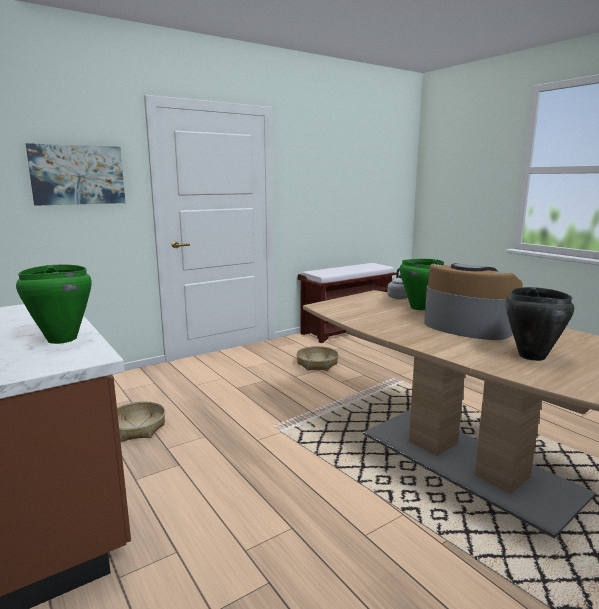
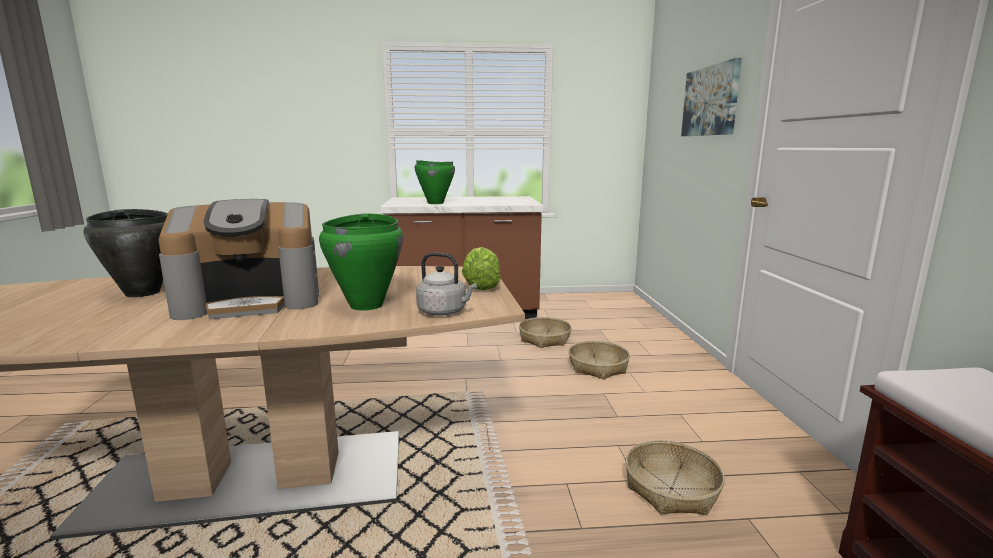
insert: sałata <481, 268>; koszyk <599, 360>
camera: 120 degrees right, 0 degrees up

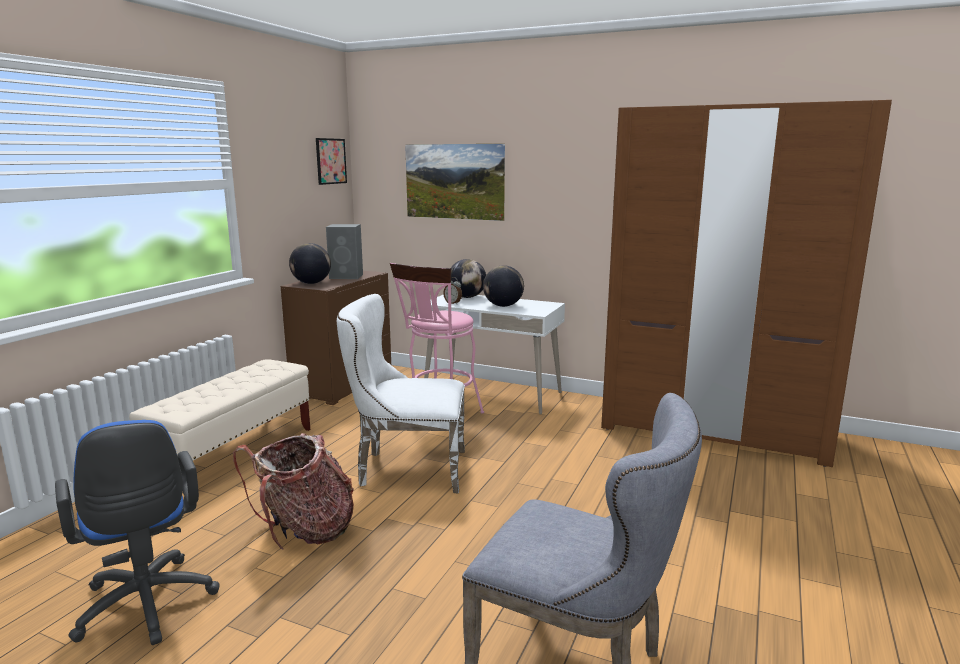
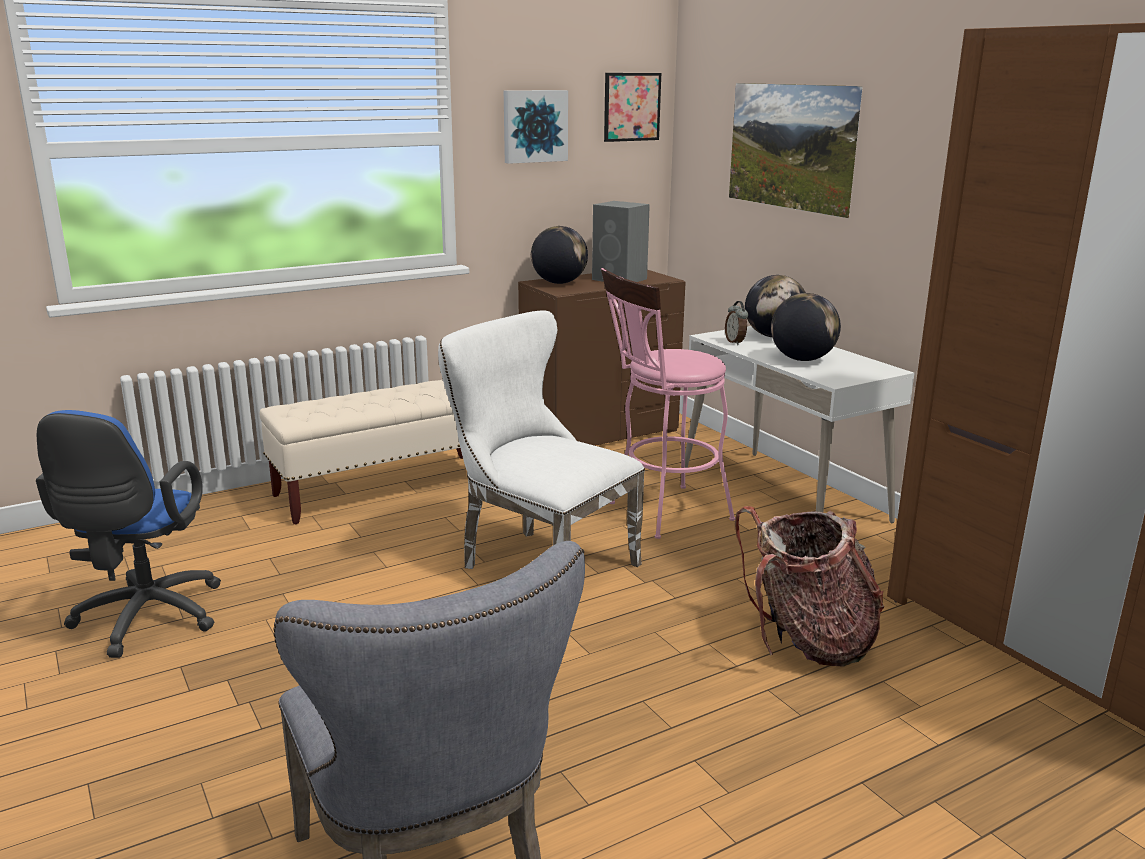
insert: obraz <536, 127>
move: plecak <293, 491> to <809, 586>
camera: 35 degrees right, 5 degrees up

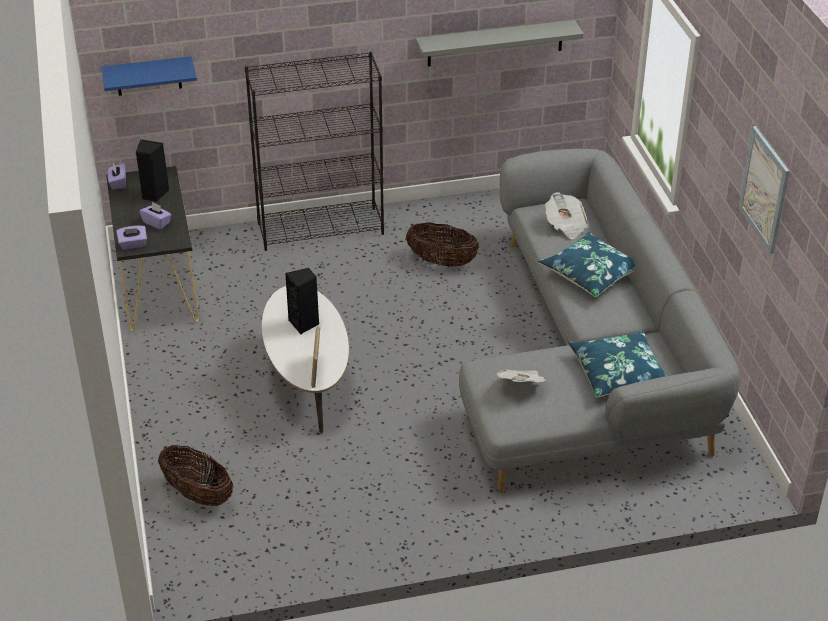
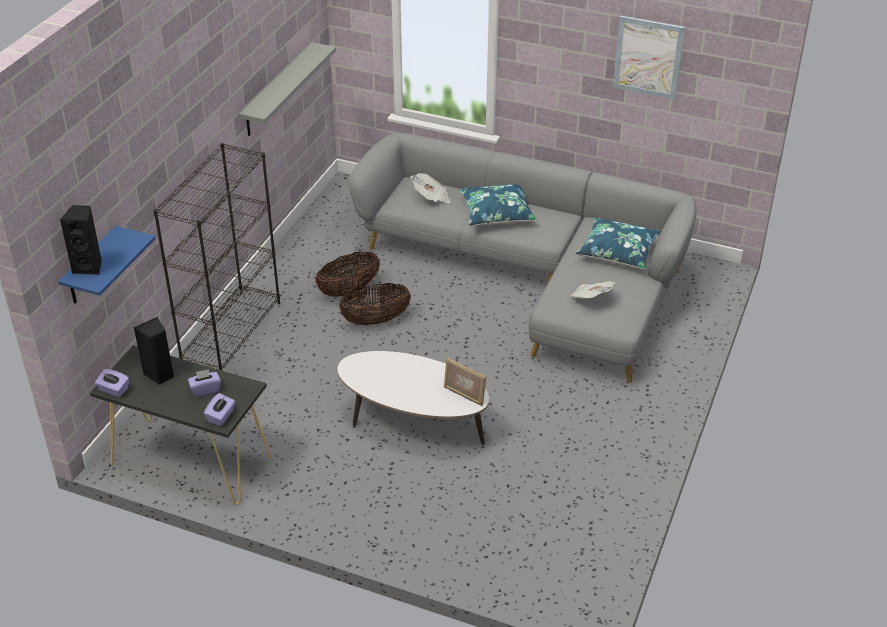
move: koszyk <195, 475> to <375, 304>; głośnik/czarny <302, 301> to <81, 240>
camera: 55 degrees left, 0 degrees up

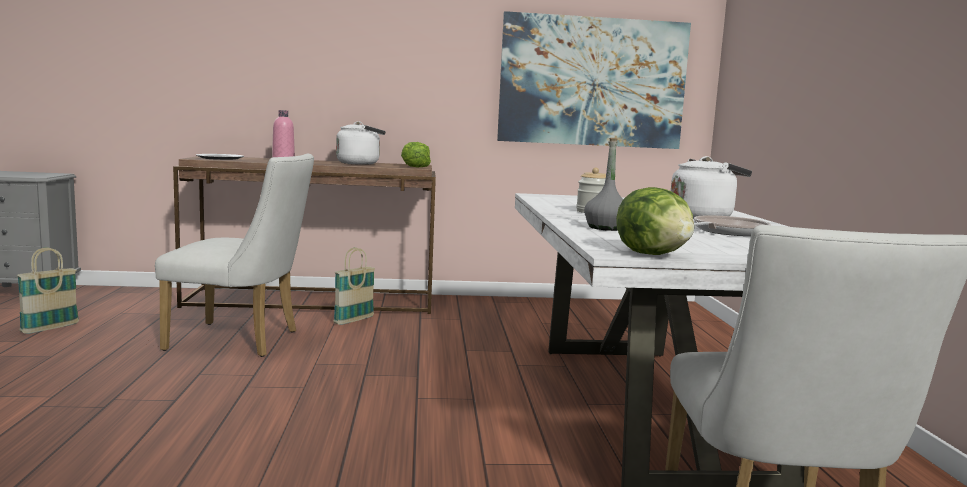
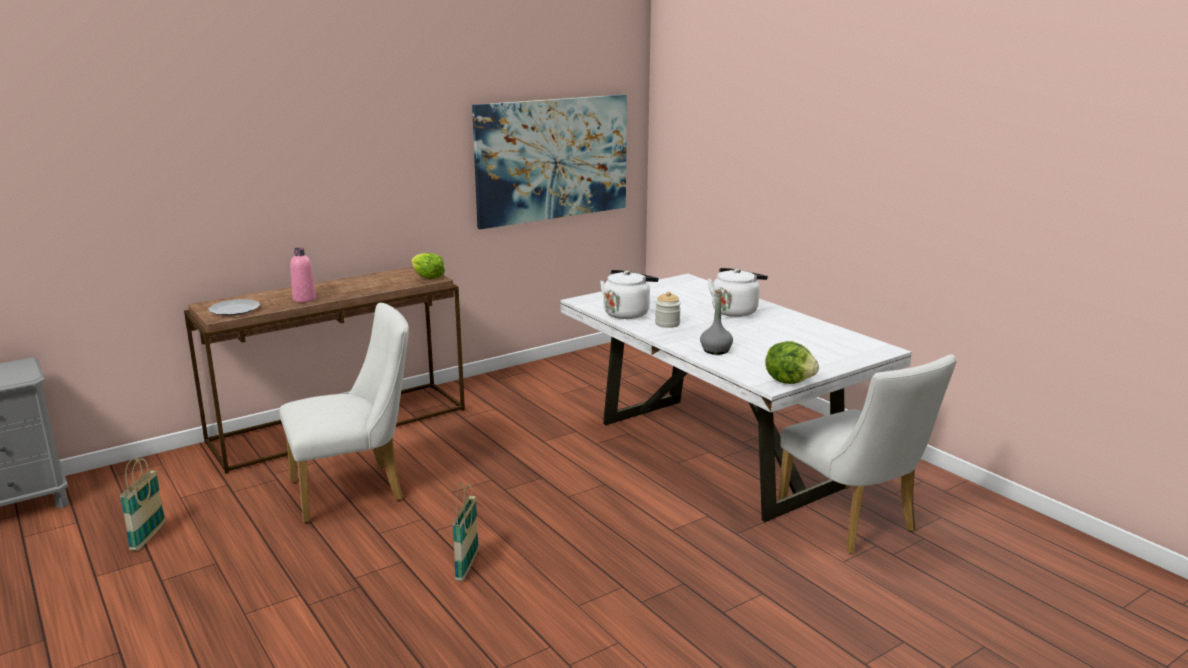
delete: patelnia <732, 225>
move: koszyk <354, 286> to <465, 532>; czajnik/biały <361, 143> to <629, 294>
camera: 30 degrees left, 10 degrees up

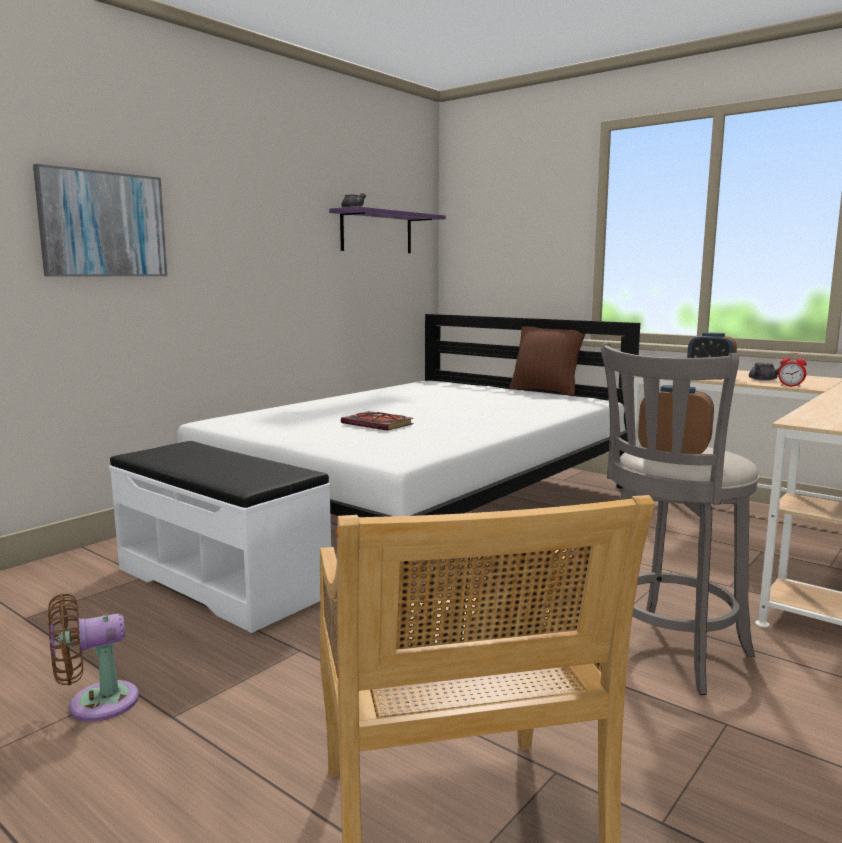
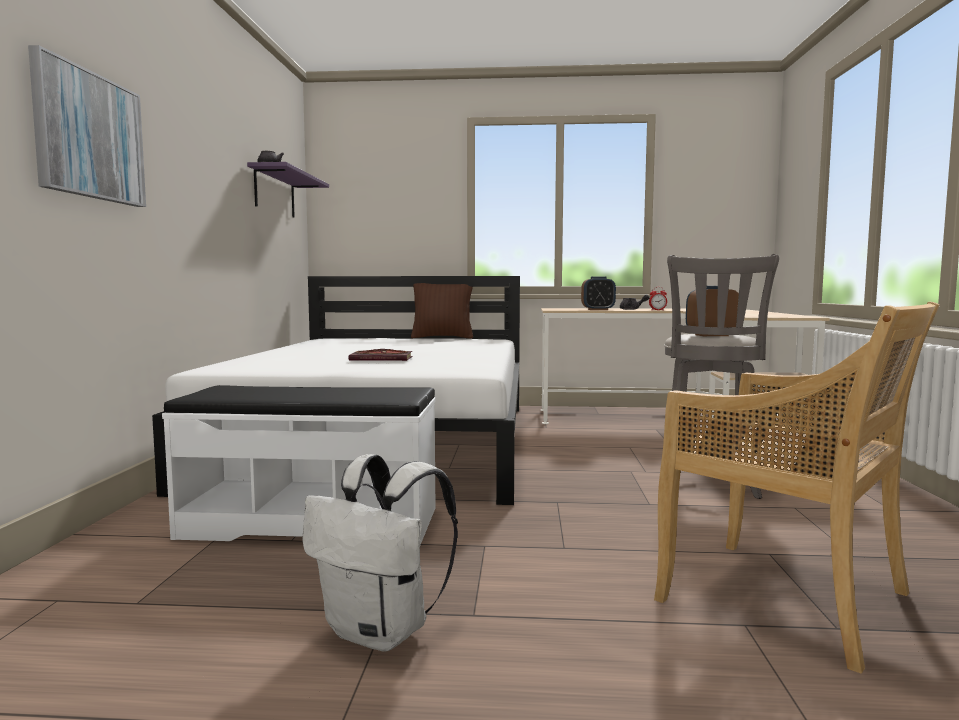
replace: wentylator/brązowy <93, 657> to plecak/biały <380, 553>
camera: 35 degrees left, 5 degrees down

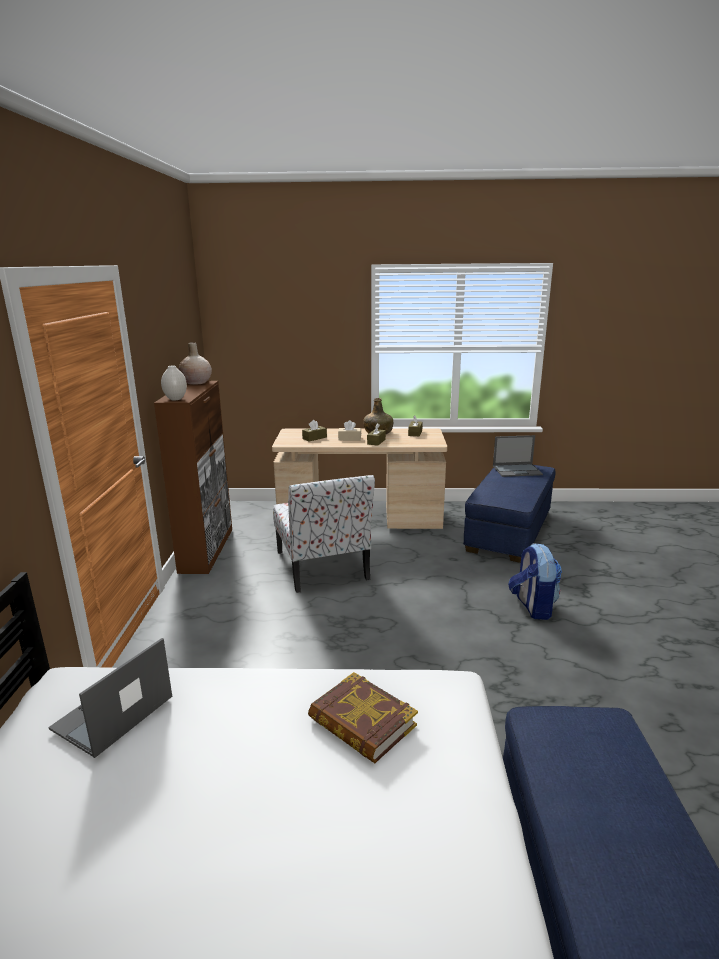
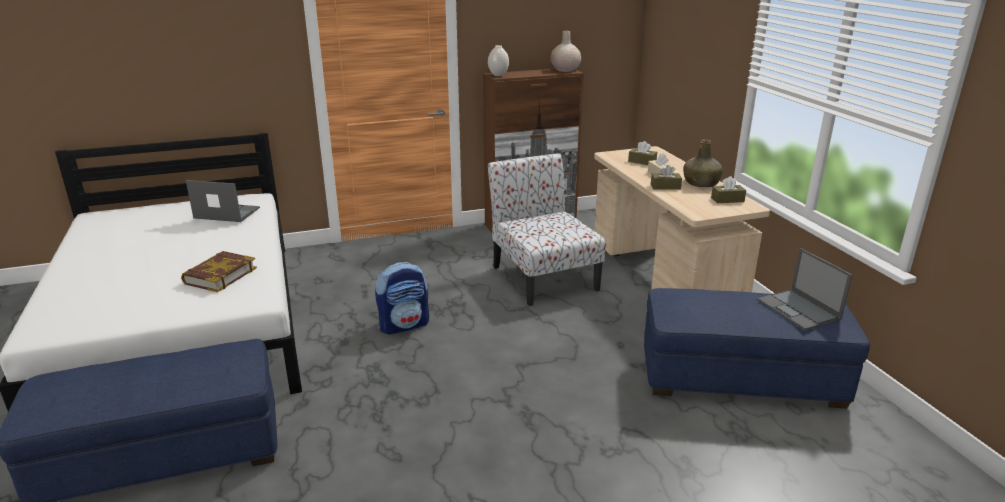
move: plecak <535, 581> to <402, 298>
rotate: krzesło <324, 534> = <547, 229> 105 degrees clockwise
camera: 70 degrees right, 5 degrees up

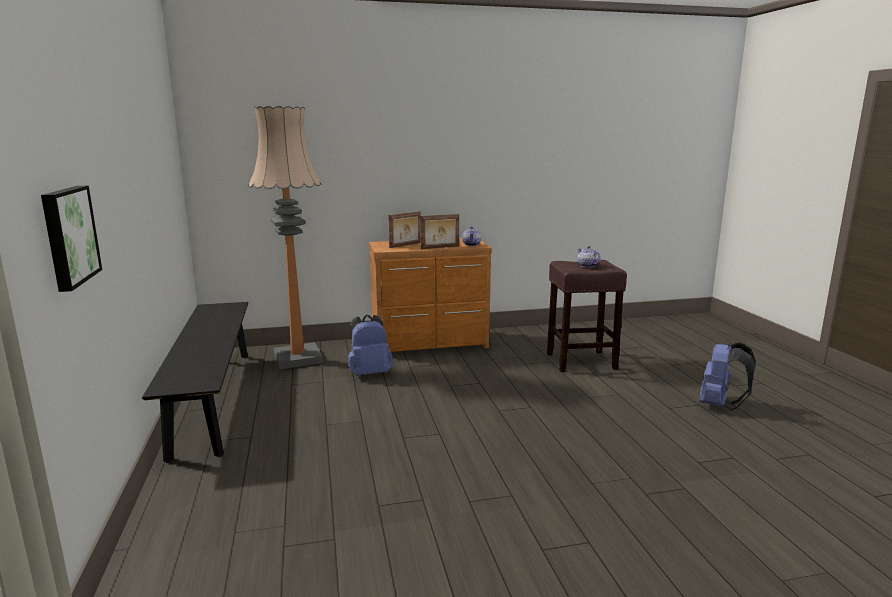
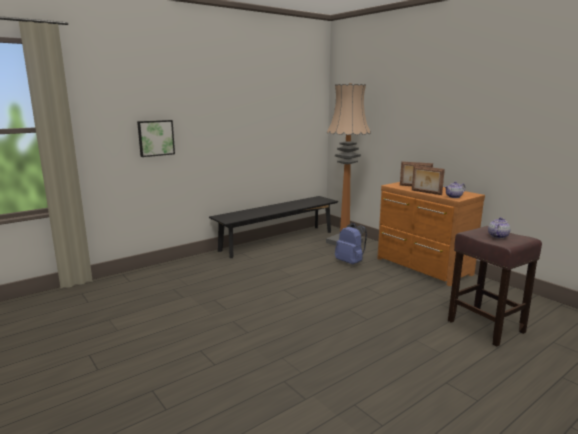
delete: plecak/niebieski <727, 376>
camera: 65 degrees right, 0 degrees up

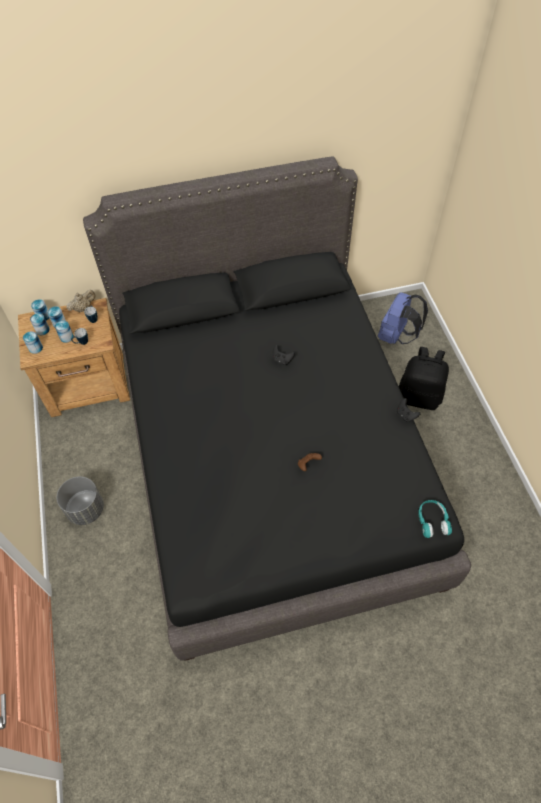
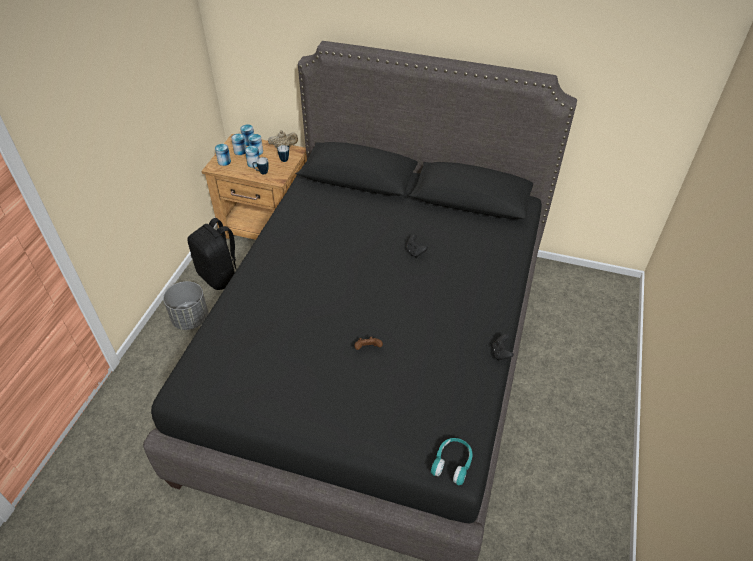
delete: plecak/niebieski <403, 318>
move: plecak/czarny <424, 378> to <212, 254>
camera: 30 degrees right, 10 degrees down

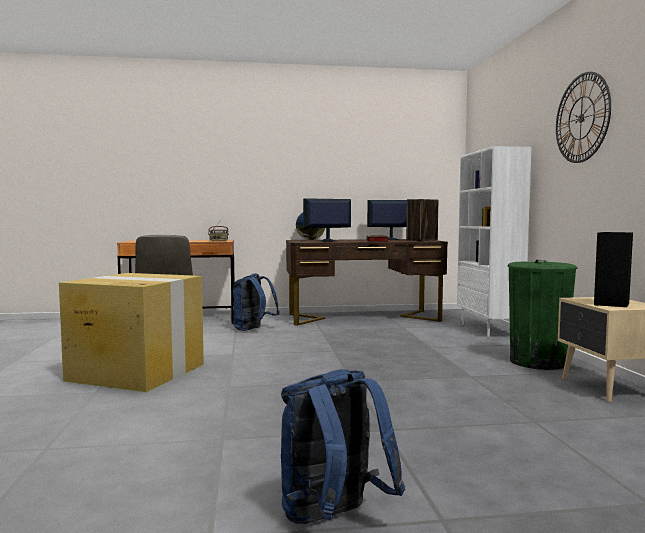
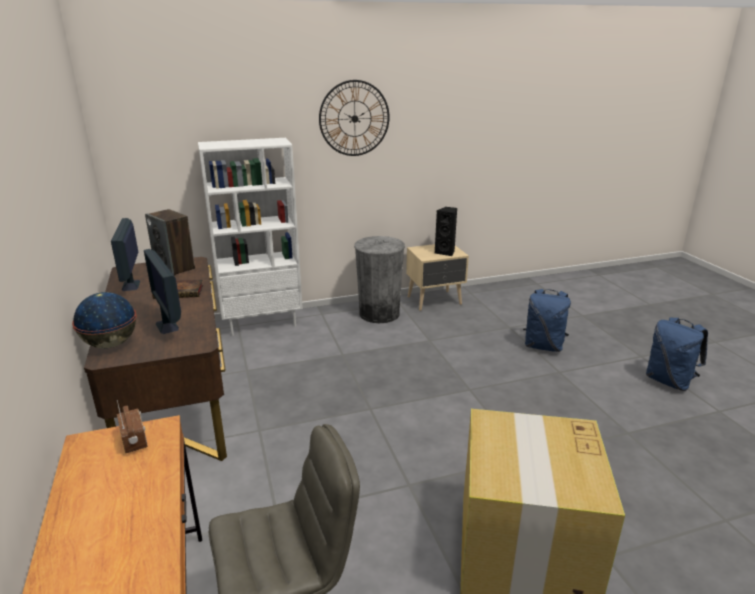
move: plecak/niebieski <256, 302> to <547, 320>
recolor: kosz na śmieci/zielony <542, 315> to kosz na śmieci/szary <379, 279>
camera: 100 degrees left, 20 degrees up

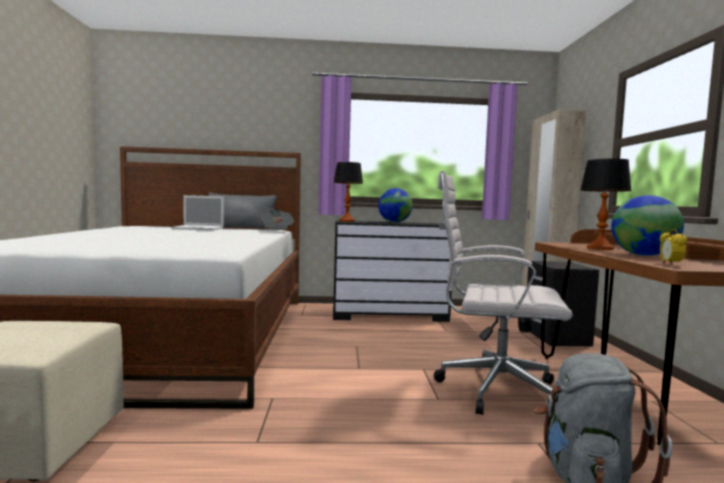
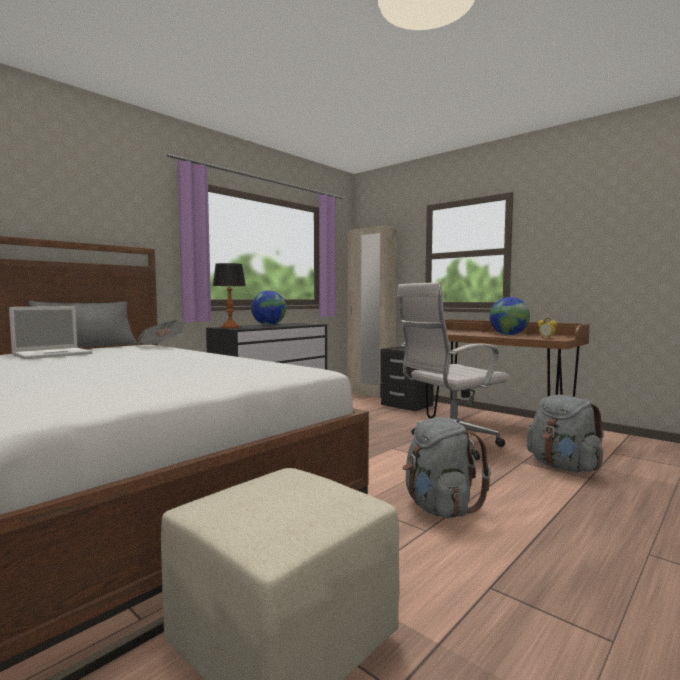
delete: lampa stołowa <606, 204>
insert: plecak/szary <447, 467>
camera: 45 degrees left, 0 degrees up

